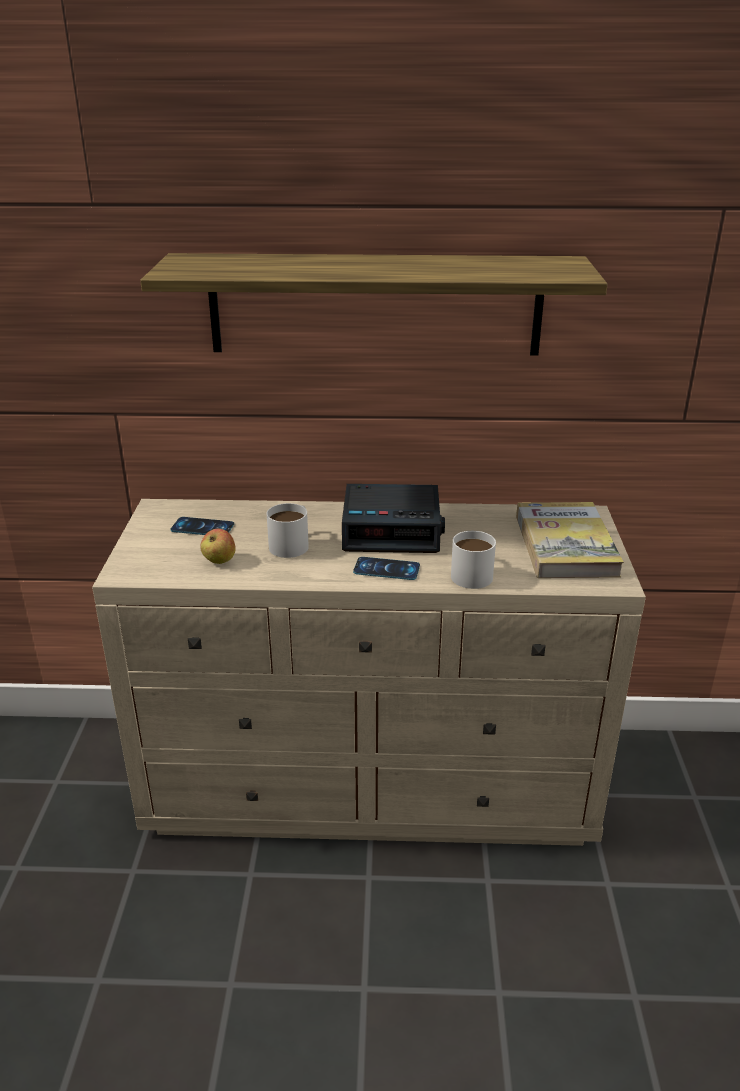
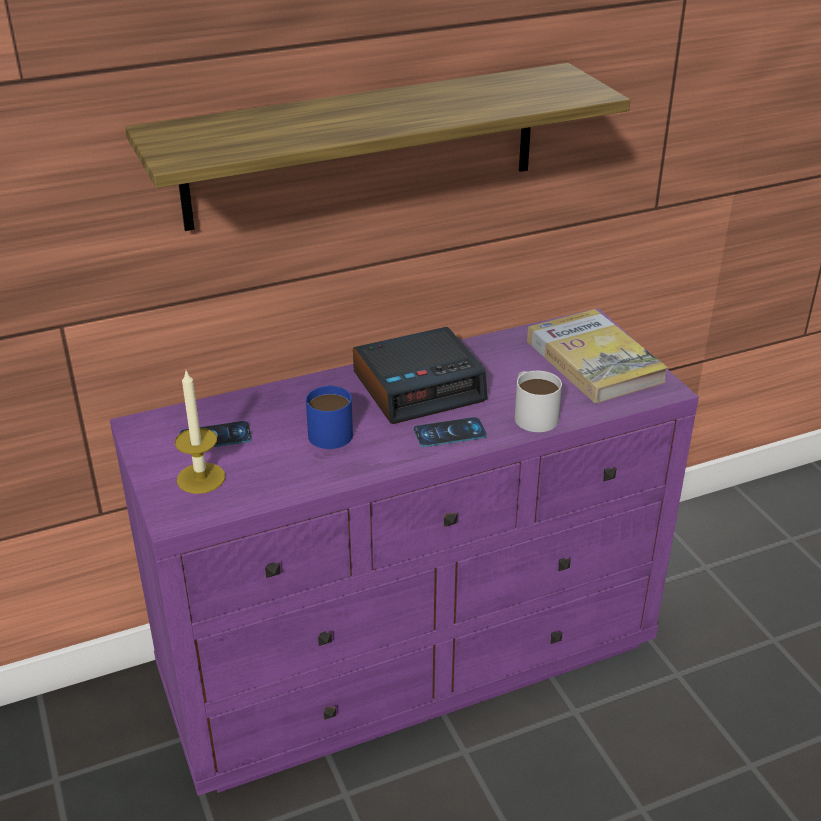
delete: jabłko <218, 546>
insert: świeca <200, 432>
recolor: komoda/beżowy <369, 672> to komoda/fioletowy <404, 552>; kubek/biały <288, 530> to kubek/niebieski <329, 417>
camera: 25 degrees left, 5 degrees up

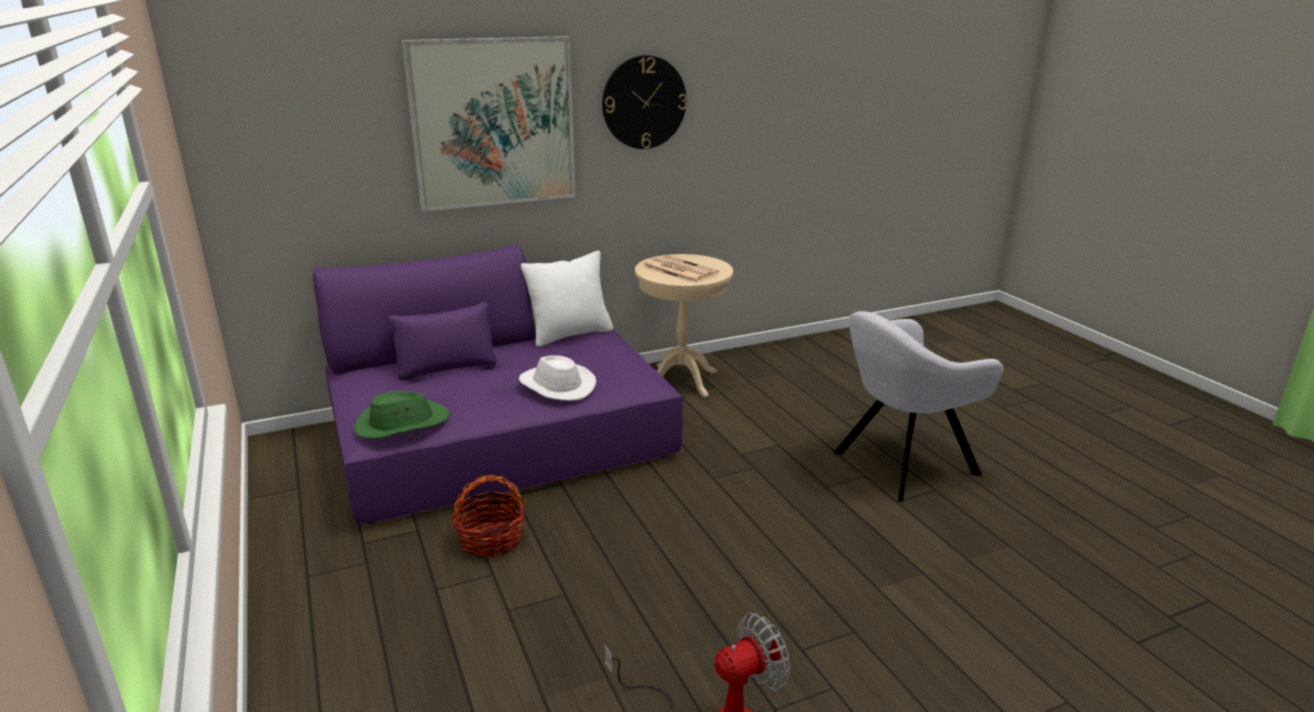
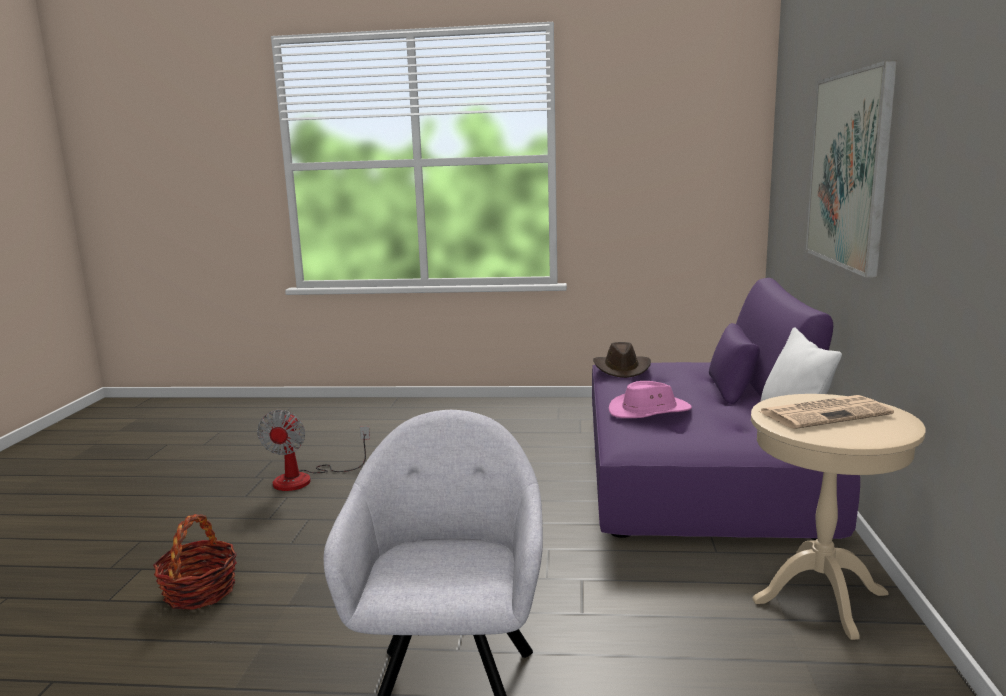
delete: zegar ścienny <644, 102>
move: koszyk <488, 516> to <195, 562>
recolor: kapelusz/zielony <402, 415> to kapelusz/brązowy <622, 360>; kapelusz/biały <557, 378> to kapelusz/różowy <650, 399>
camera: 120 degrees right, 10 degrees down

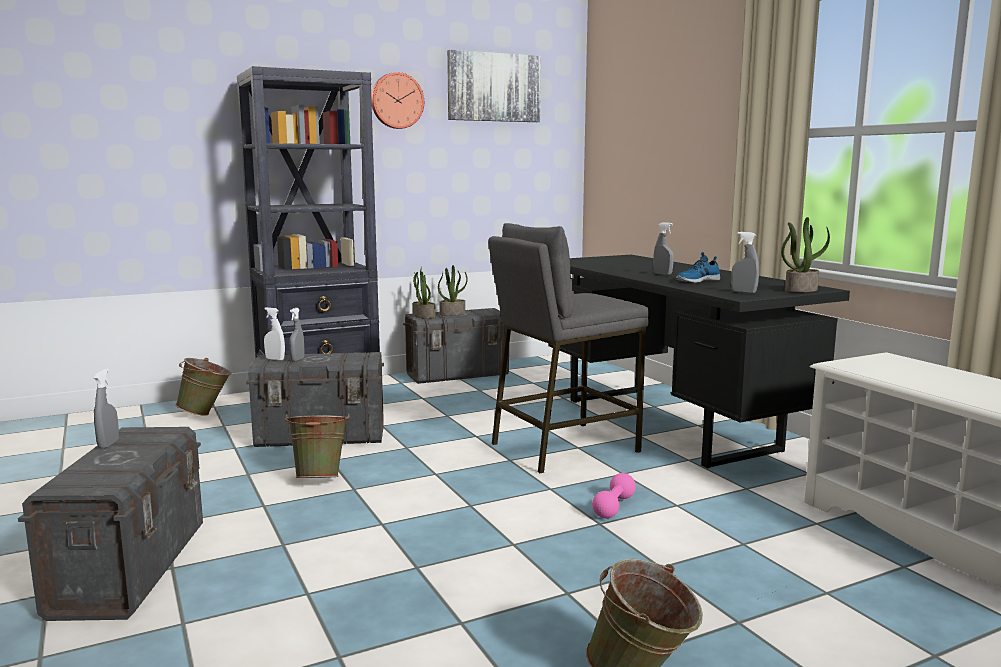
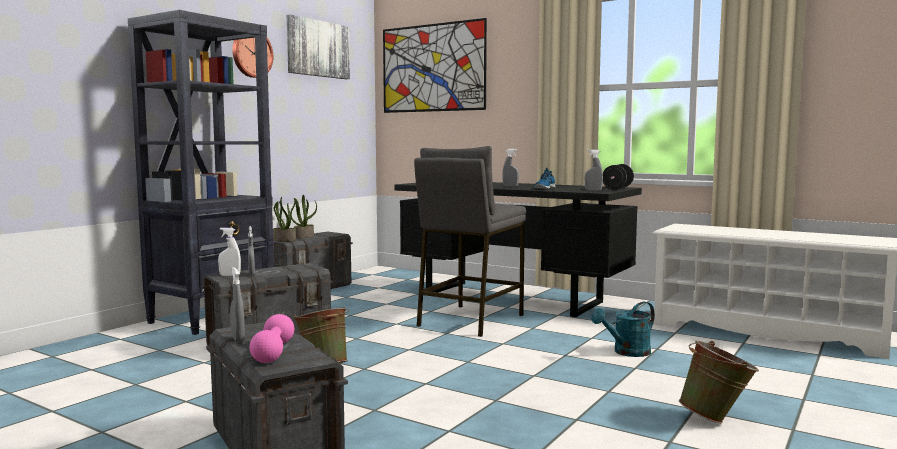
delete: wiadro/zielony <203, 386>
insert: obraz <435, 65>; konewka/turkusowy <623, 329>
move: hantel/różowy <614, 496> to <271, 338>
replace: roślina doniczkowa <805, 255> to hantel/czarny <618, 177>
camera: 30 degrees left, 5 degrees down

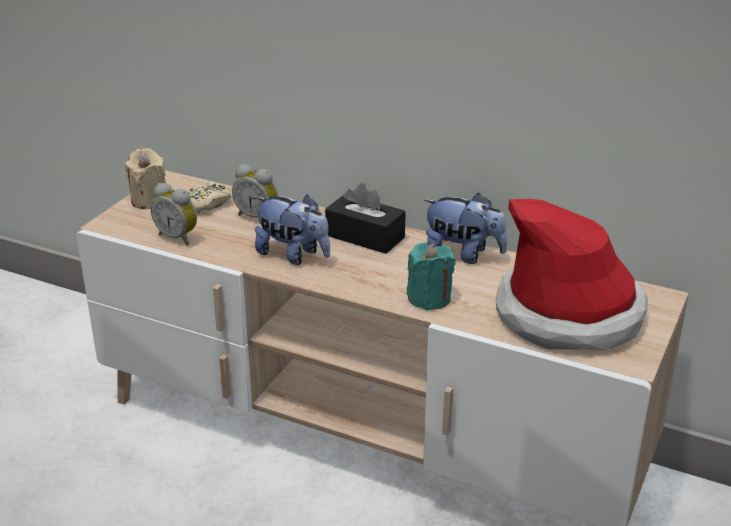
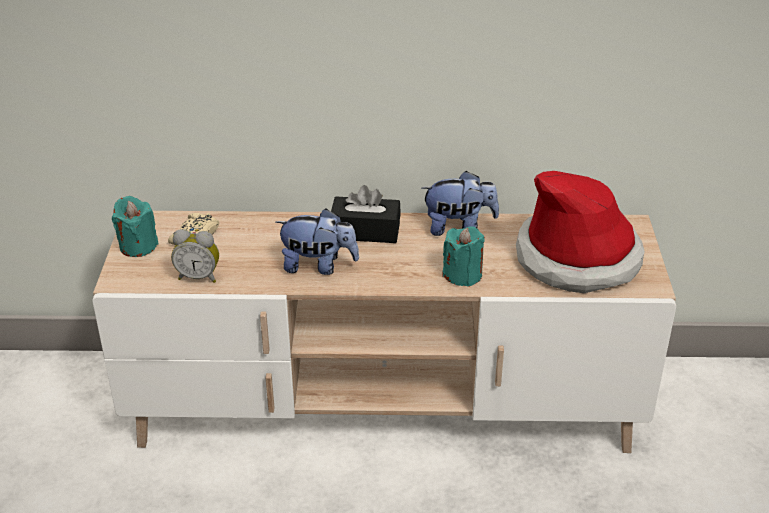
delete: budzik <255, 190>
recolor: świeca/beżowy <145, 178> to świeca/turkusowy <135, 226>
camera: 25 degrees left, 5 degrees up

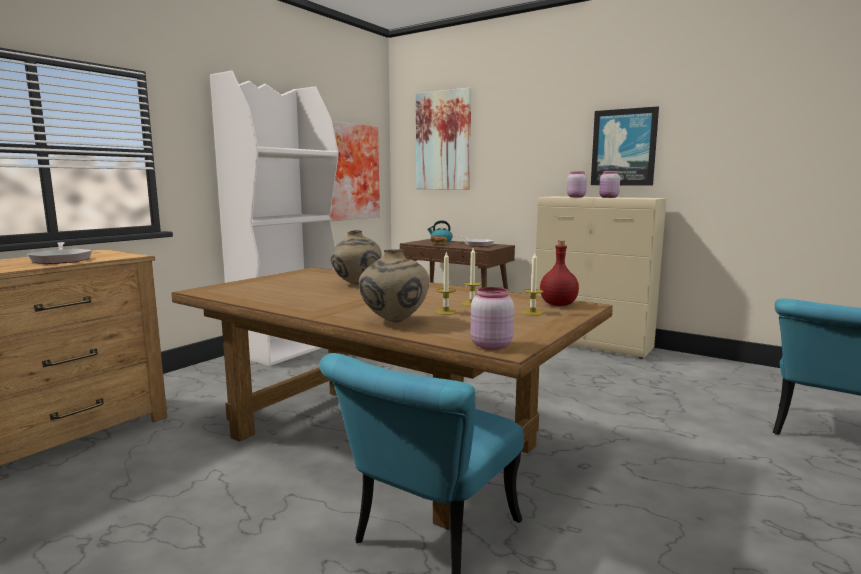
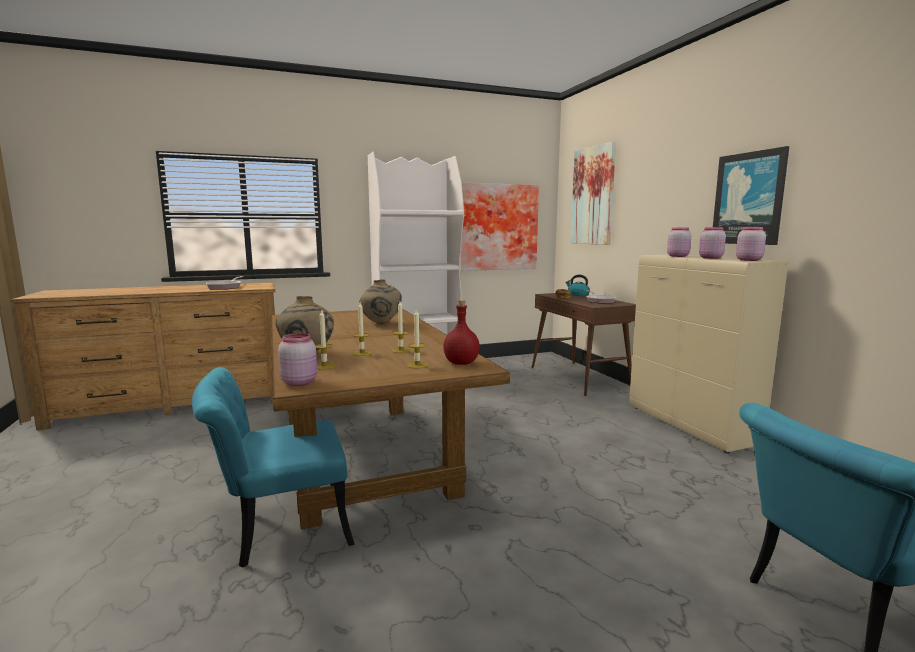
insert: świeca <325, 339>; słoik/różowy <751, 244>
camera: 35 degrees right, 0 degrees up

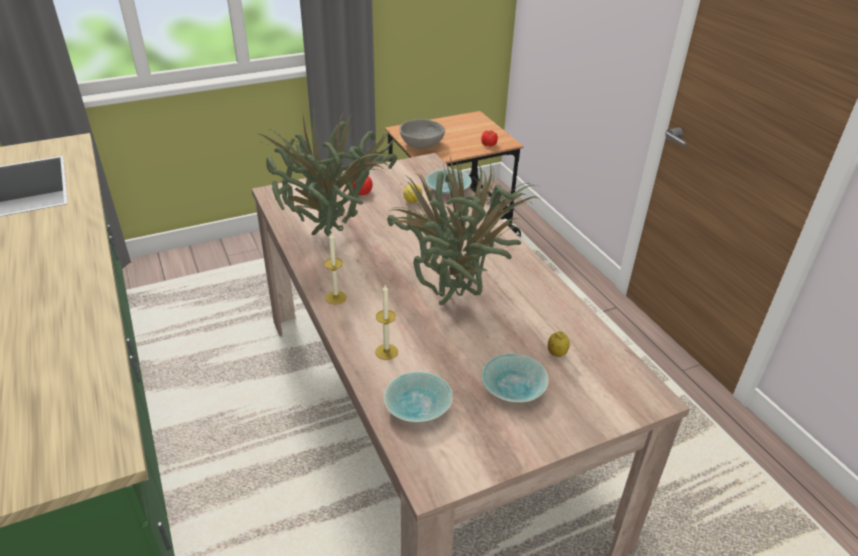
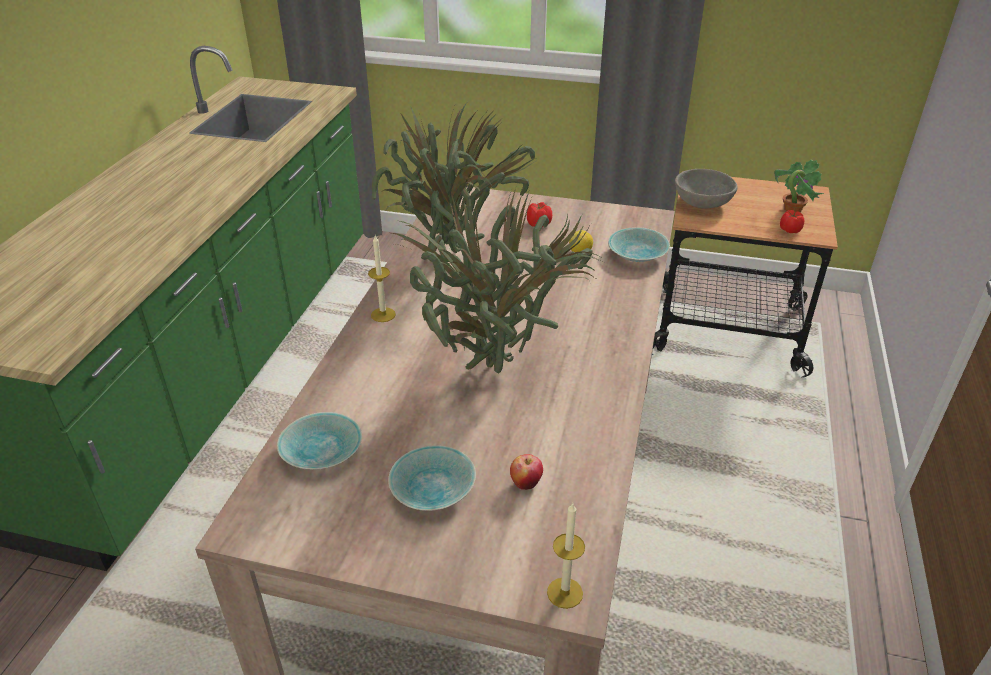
insert: roślina doniczkowa <799, 186>
move: świeca <386, 322> to <566, 556>
replace: cytryna <559, 344> to jabłko <526, 472>
camera: 40 degrees right, 0 degrees up

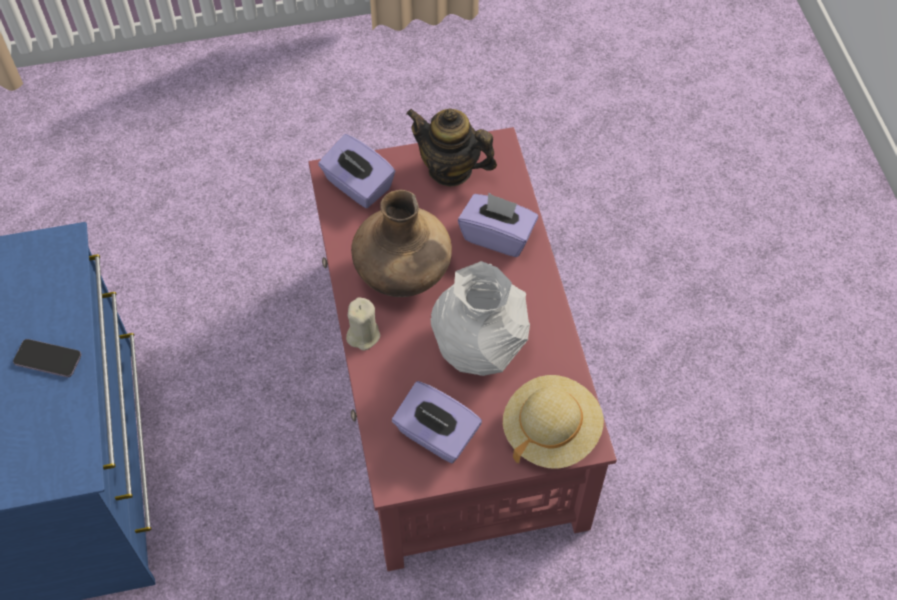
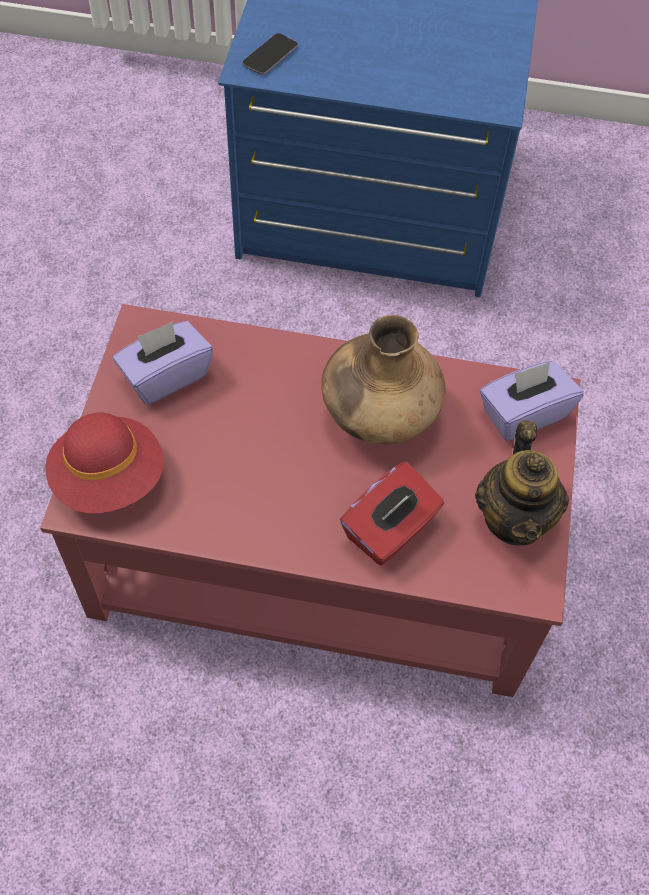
delete: świeca/beżowy <363, 324>; wazon/biały <480, 318>
move: telefon <47, 358> to <270, 54>
recolor: pudełko chusteczek/fioletowy <498, 225> to pudełko chusteczek/czerwony <392, 513>; kapelusz/beżowy <553, 422> to kapelusz/czerwony <104, 463>
rotate: imbryk <451, 147> = <522, 483> 135 degrees clockwise
camera: 110 degrees right, 0 degrees up

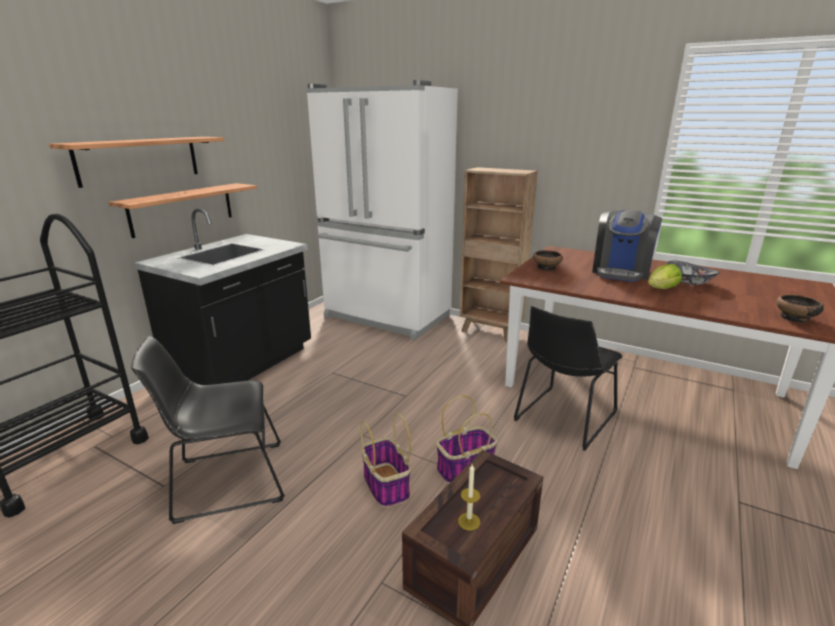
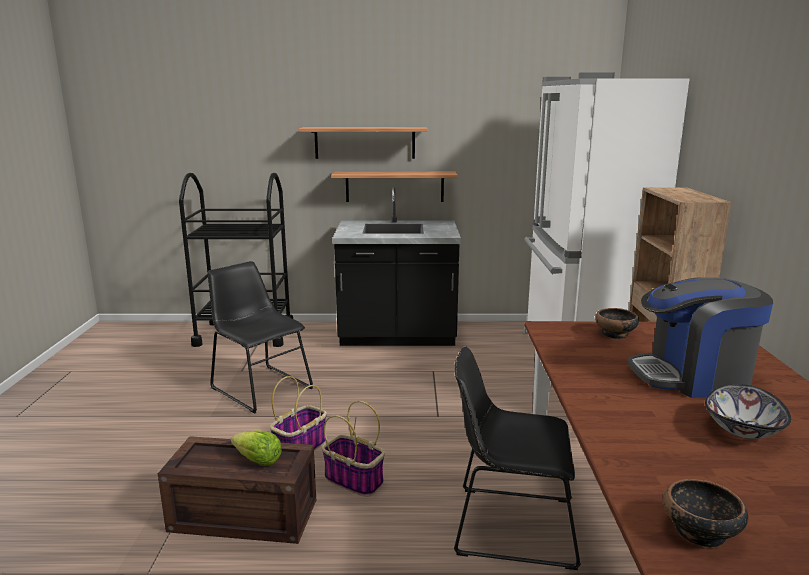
delete: świeca <469, 497>
move: sałata <665, 276> to <256, 448>
camera: 60 degrees right, 5 degrees down

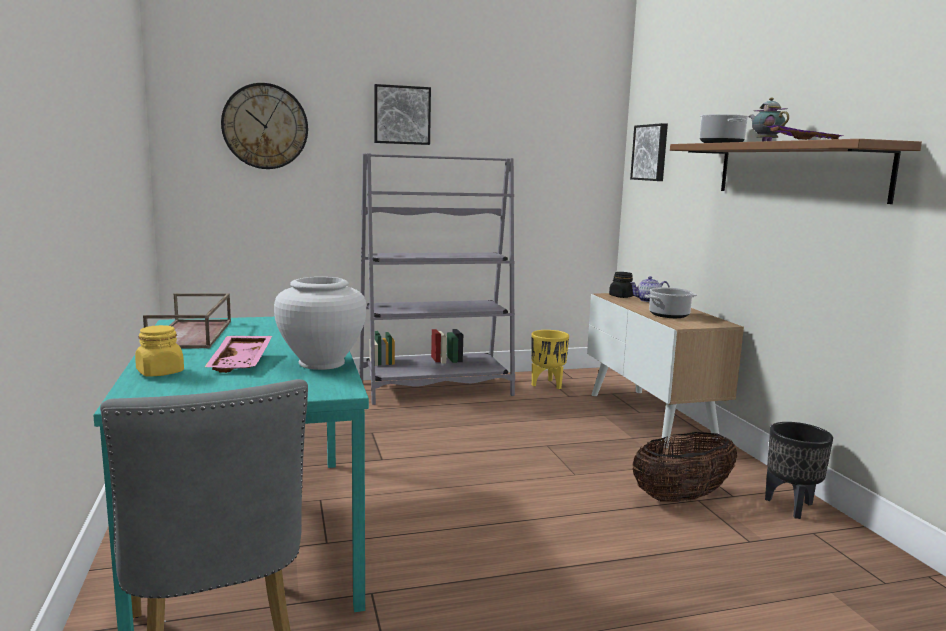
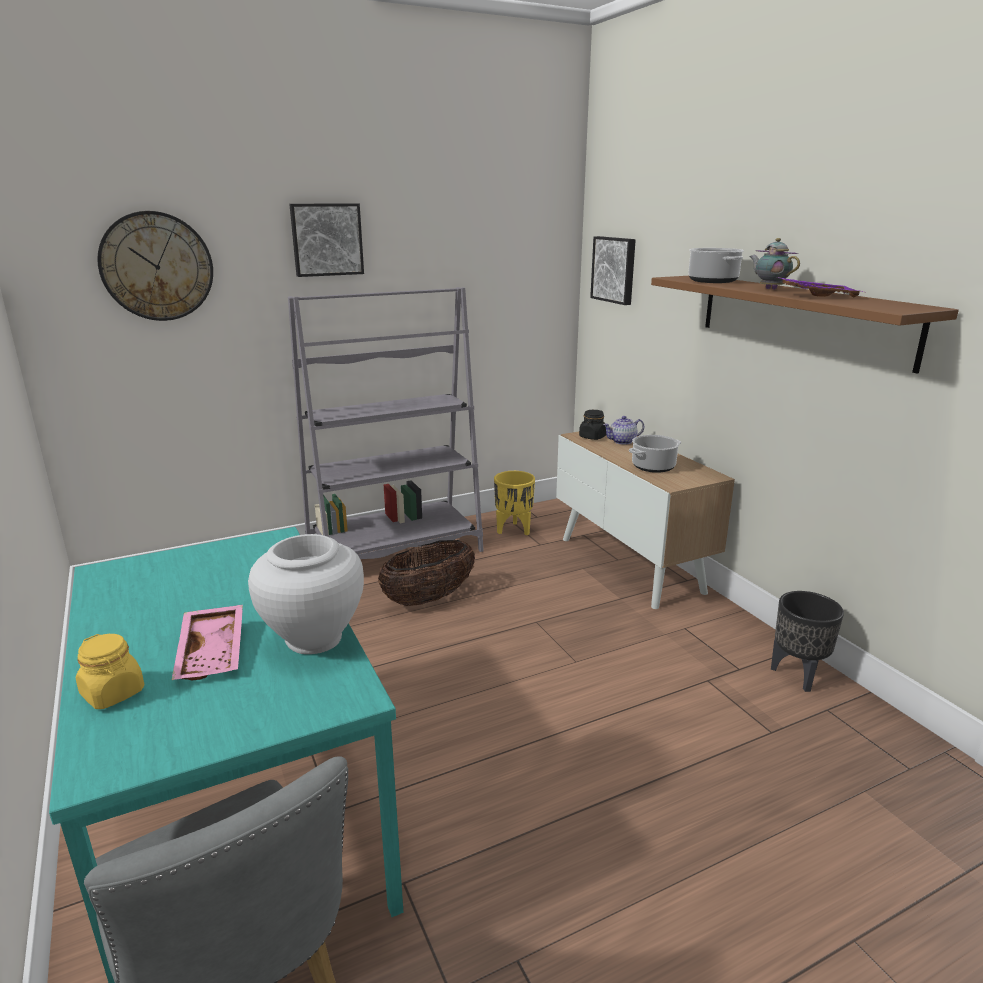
delete: taca/brązowy <187, 321>
move: koszyk <684, 467> to <426, 573>
camera: 10 degrees left, 10 degrees up

